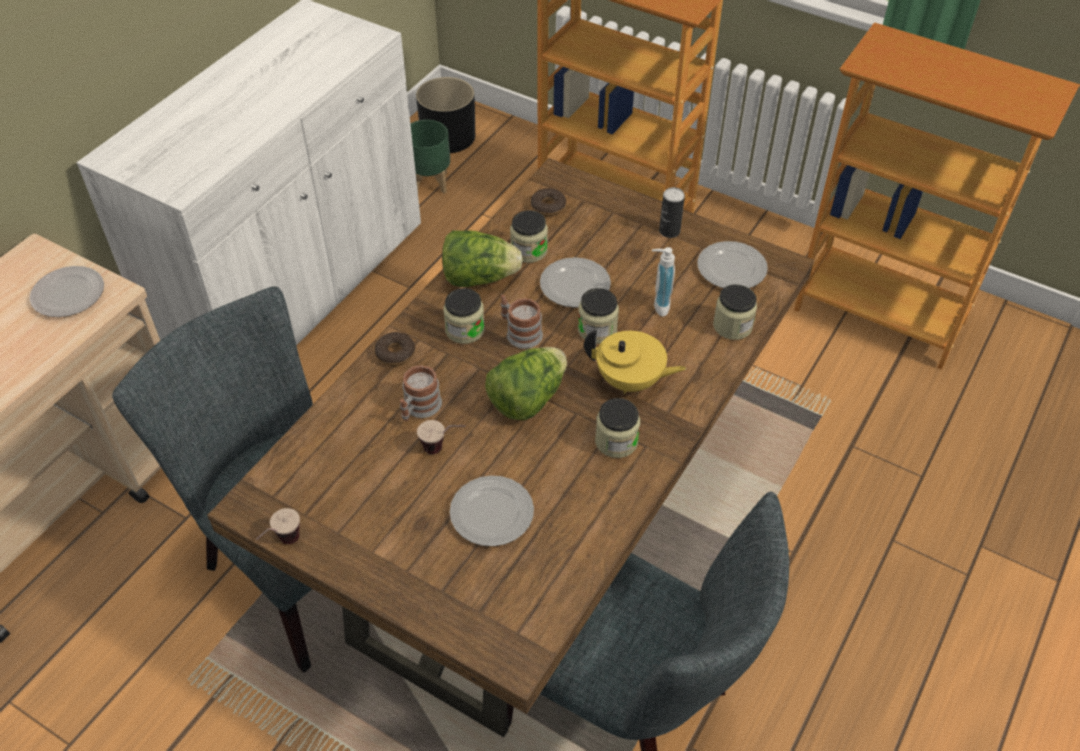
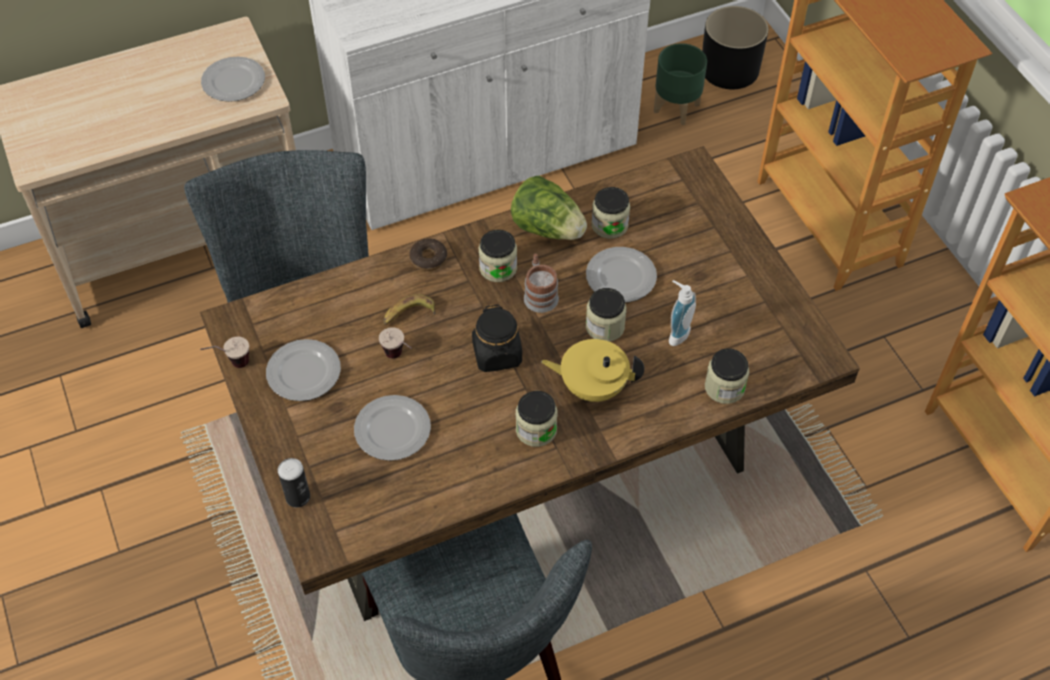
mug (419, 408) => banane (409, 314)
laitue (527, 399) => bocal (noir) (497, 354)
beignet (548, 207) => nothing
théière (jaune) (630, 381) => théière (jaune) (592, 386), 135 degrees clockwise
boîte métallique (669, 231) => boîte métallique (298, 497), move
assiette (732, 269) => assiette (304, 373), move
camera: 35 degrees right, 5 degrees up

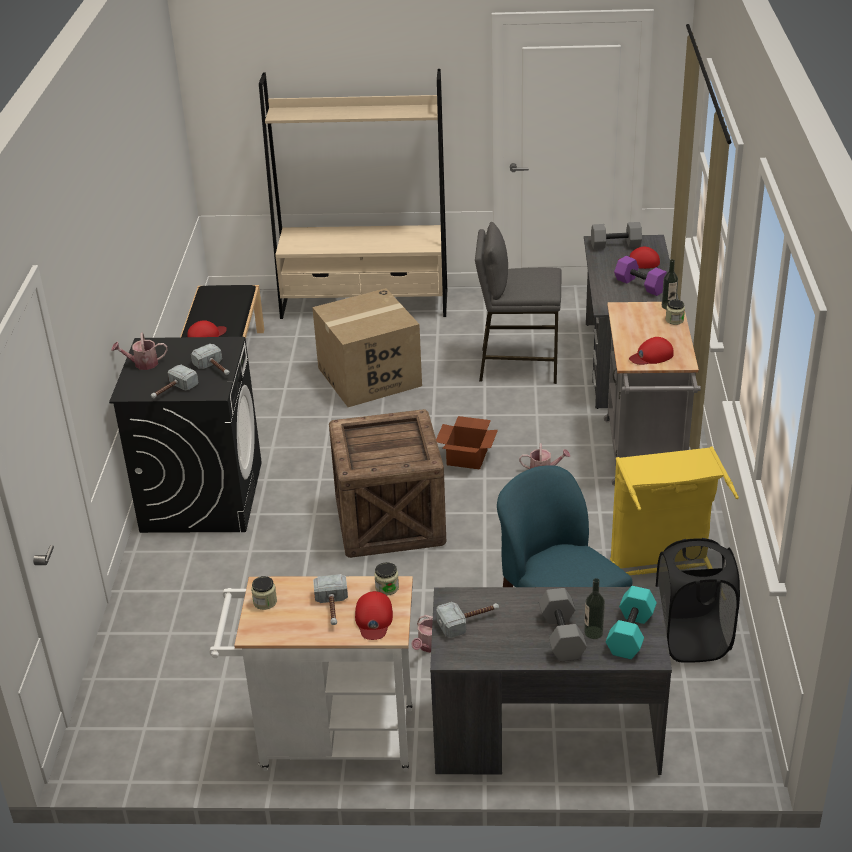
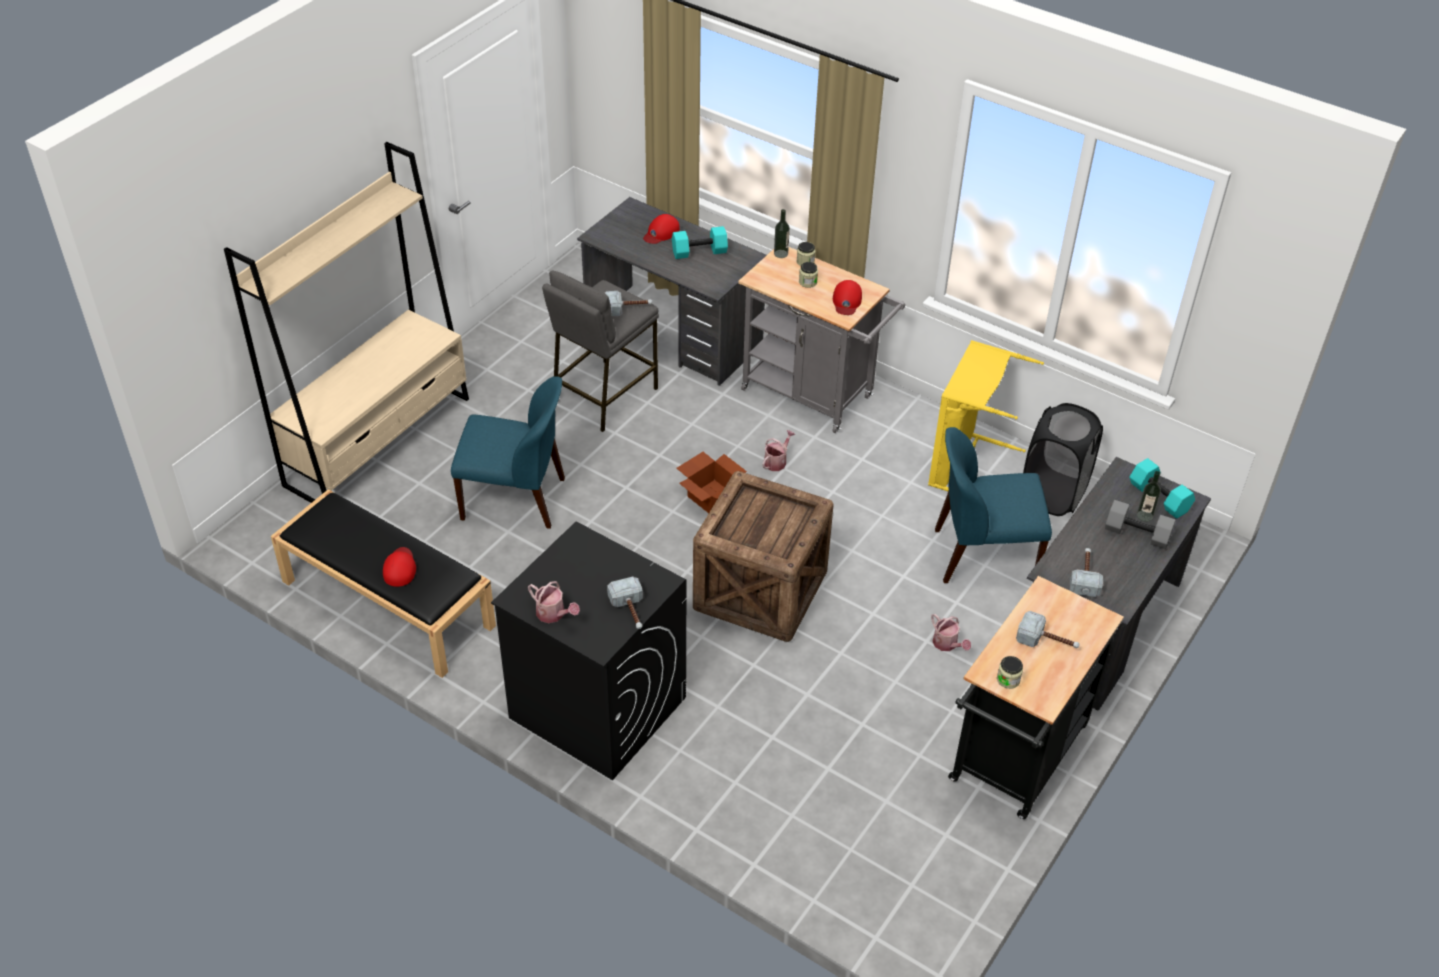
arrosoir (142, 364) => arrosoir (553, 614), 75 degrees counterclockwise
marteau (215, 369) => marteau (627, 308), move
chariot (blanc) (327, 740) => chariot (noir) (1014, 761)
carton (369, 377) => chaise (bleu) (516, 499)
casquette (rouge) (374, 619) => nothing
bocal (387, 588) => bocal (808, 282), move
haltère (gris) (616, 244) => nothing
haltère (violet) (639, 285) => haltère (turquoise) (699, 252)
camera: 60 degrees left, 10 degrees up

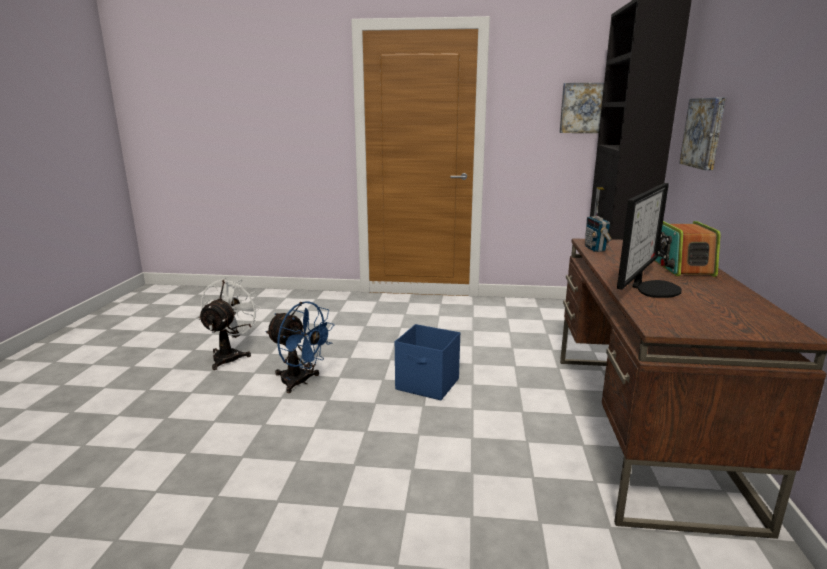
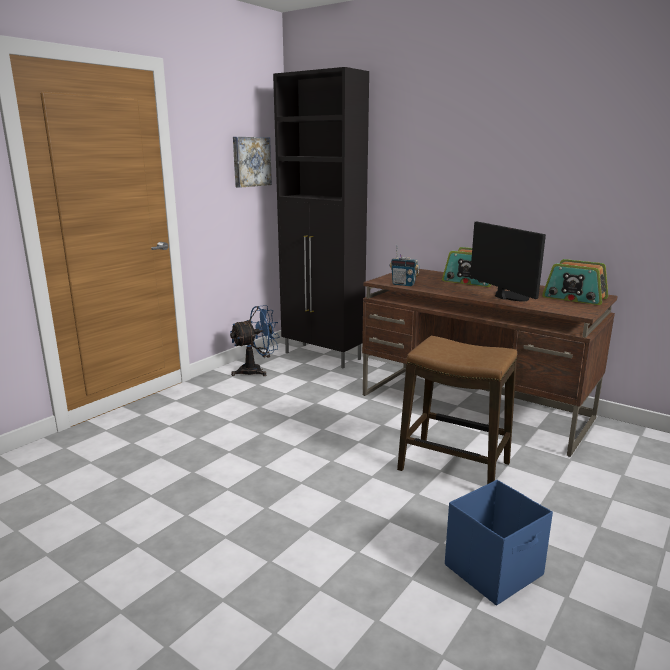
ventilateur (blanc) (230, 356) => nothing
ventilateur (bleu) (301, 382) => ventilateur (bleu) (256, 370), move
boîte de rangement (bleu) (428, 385) => boîte de rangement (bleu) (494, 570), move
tableau (705, 133) => nothing
nothing => tabouret (453, 467)
nothing => radio (574, 298)
camera: 60 degrees left, 0 degrees up

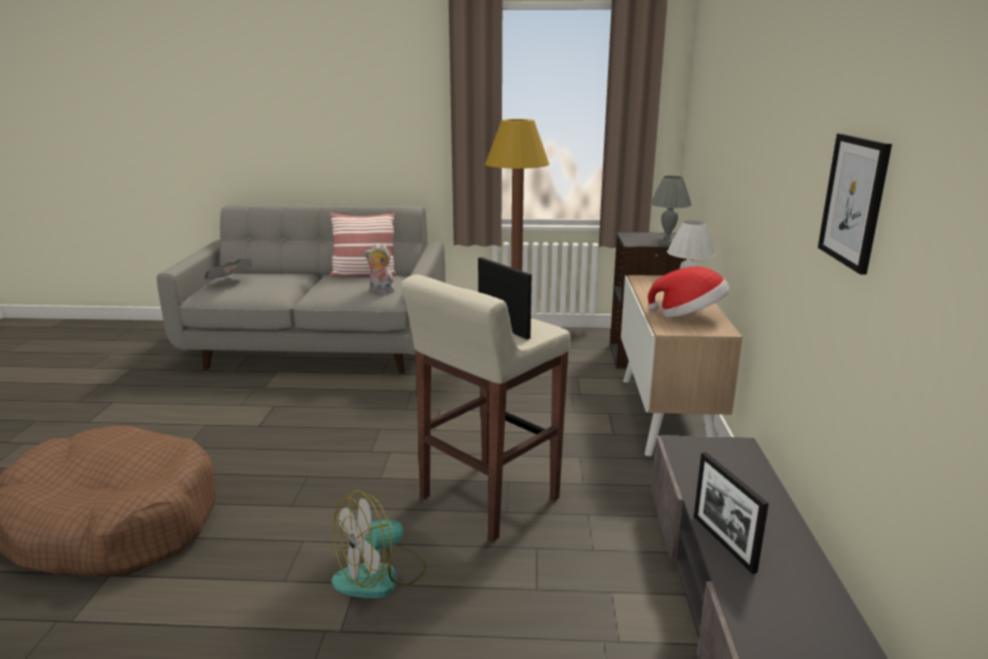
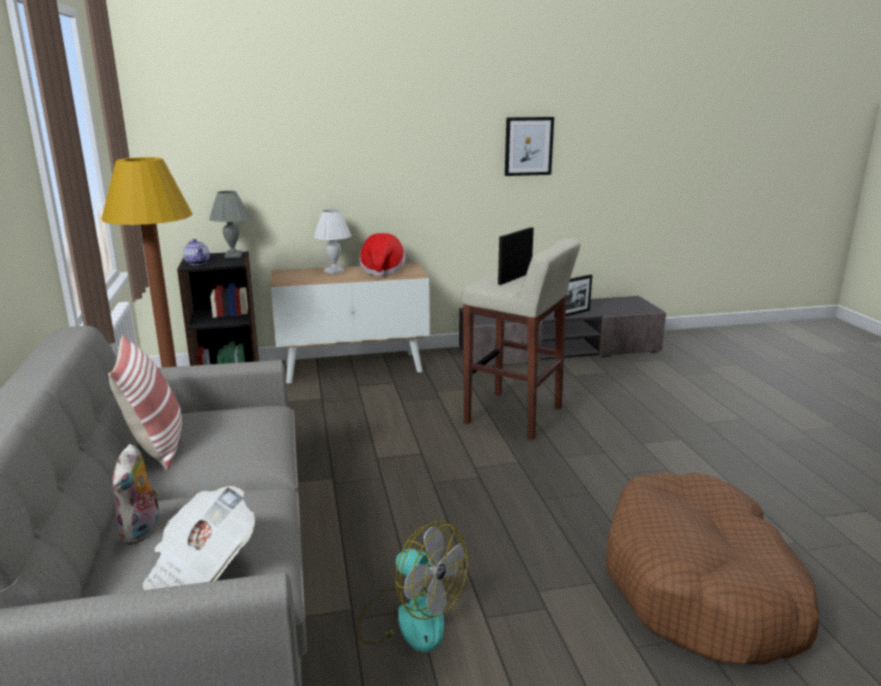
ventilateur (380, 576) => ventilateur (409, 618), move
peluche (380, 291) => peluche (142, 532), move
nothing => théière (197, 263)
camera: 105 degrees left, 0 degrees up

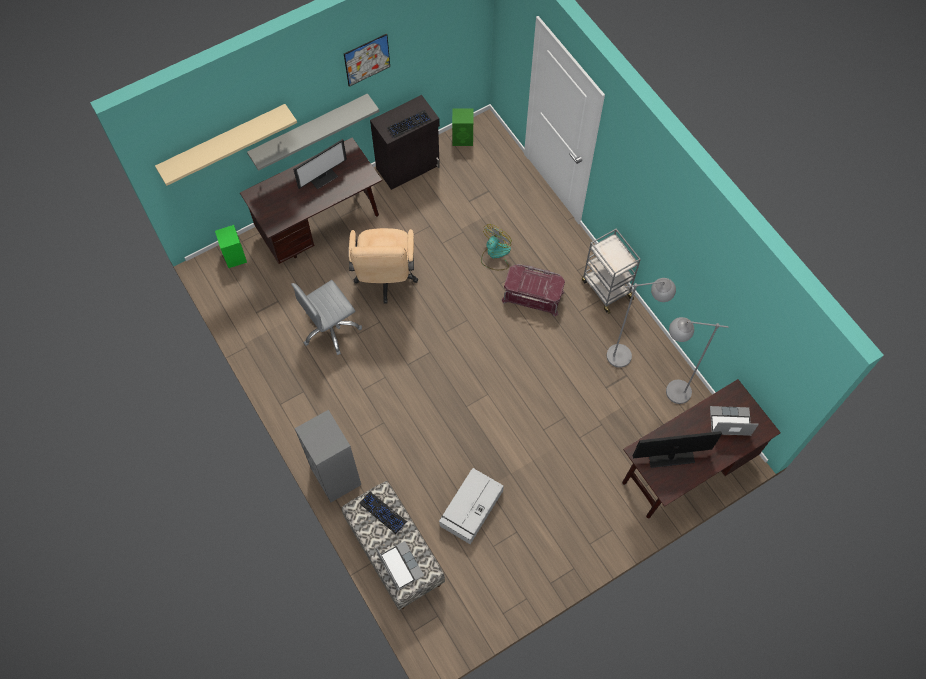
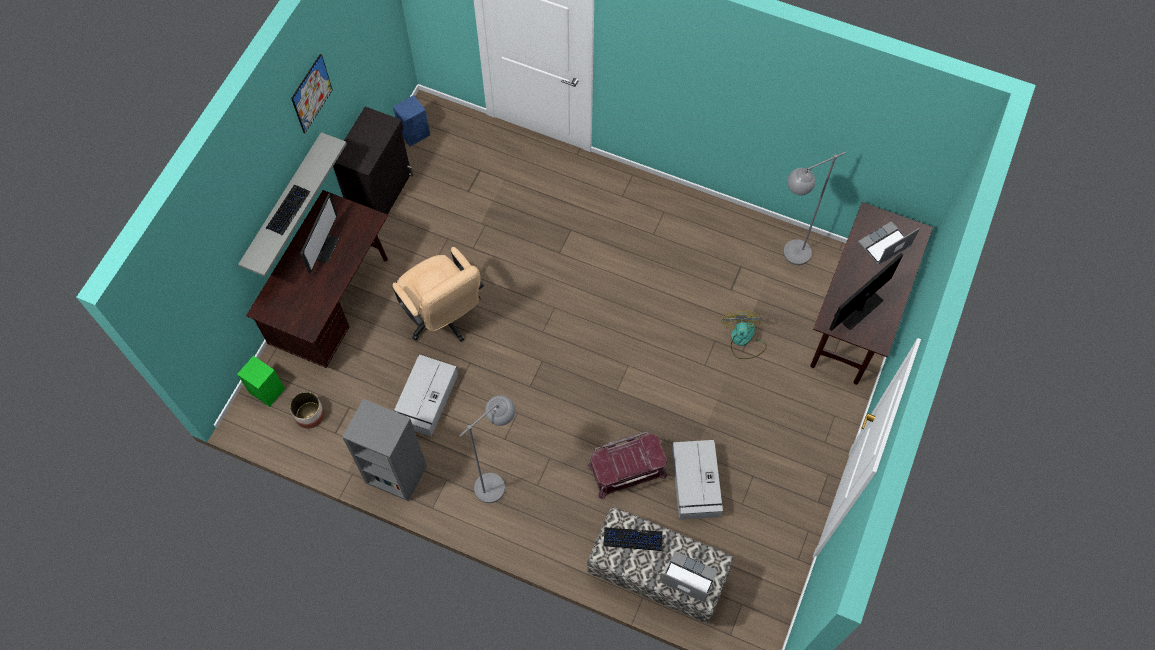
étagère (beige) (223, 141) => nothing
chaise de bureau (gris) (331, 328) => boîte de rangement (gris) (426, 400)
bibliothèque (gris) (335, 476) => bibliothèque (gris) (395, 474), move
clavier (409, 124) => clavier (288, 210), move
enceinte (vert) (463, 138) => enceinte (bleu) (415, 133)
ventilateur (495, 254) => ventilateur (743, 340), move
boîte de rangement (rouge) (533, 295) => boîte de rangement (rouge) (627, 469), move
chariot (gris) (606, 288) => nothing
lampadaire (gris) (628, 354) => lampadaire (gris) (498, 480), move
nothing => cache-pot (310, 415)
camera: 35 degrees left, 0 degrees up

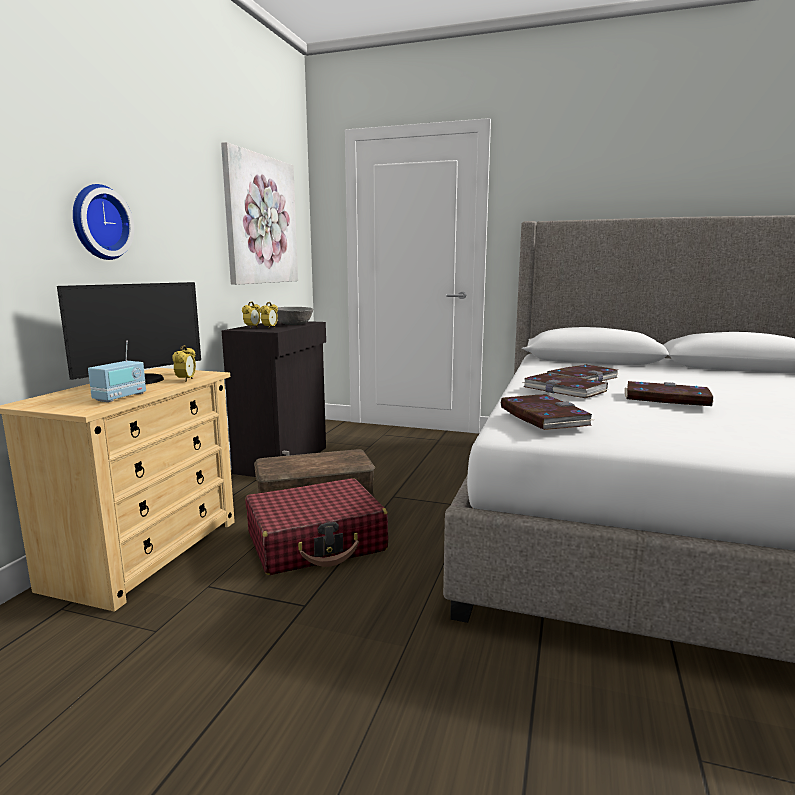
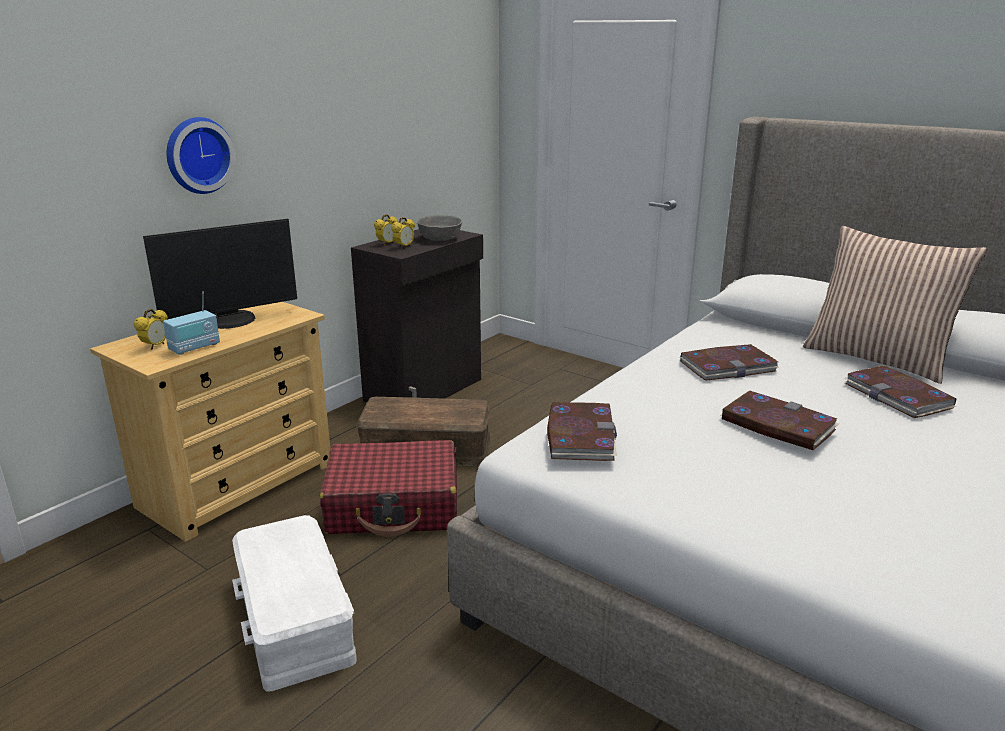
réveil (186, 380) => réveil (155, 346), move
tableau (261, 220) => nothing
livre (564, 389) => livre (898, 396), move
nothing => boîte de rangement (blanc) (292, 618)
nothing => coussin (877, 358)
camera: 20 degrees right, 10 degrees up

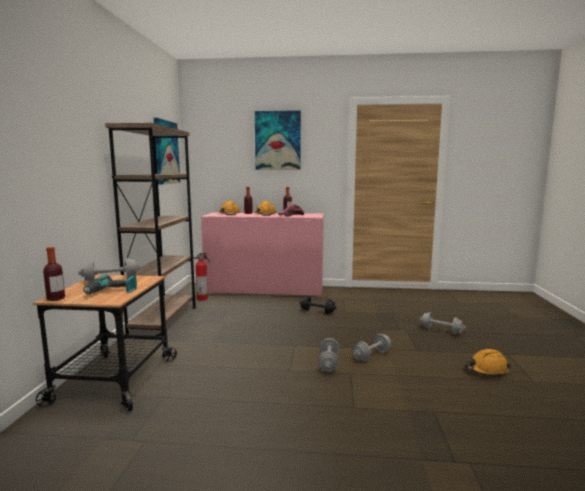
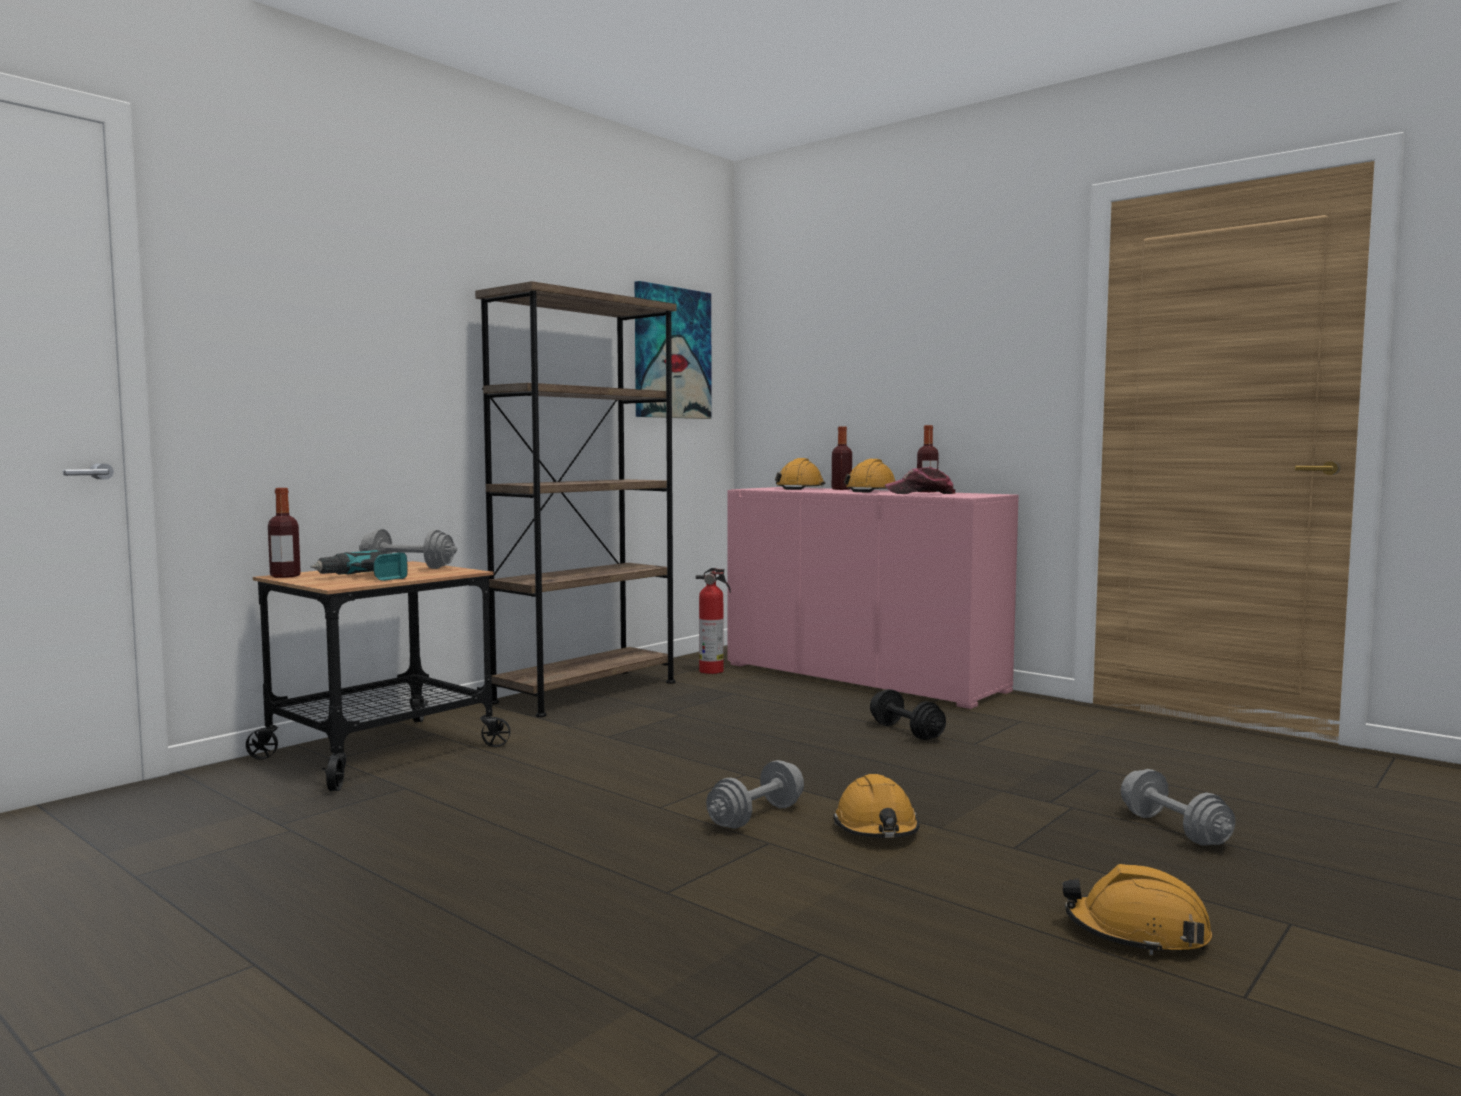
tableau (278, 140) => nothing
haltère (gris) (371, 355) => casque de chantier (orange) (876, 828)
camera: 35 degrees right, 5 degrees down

